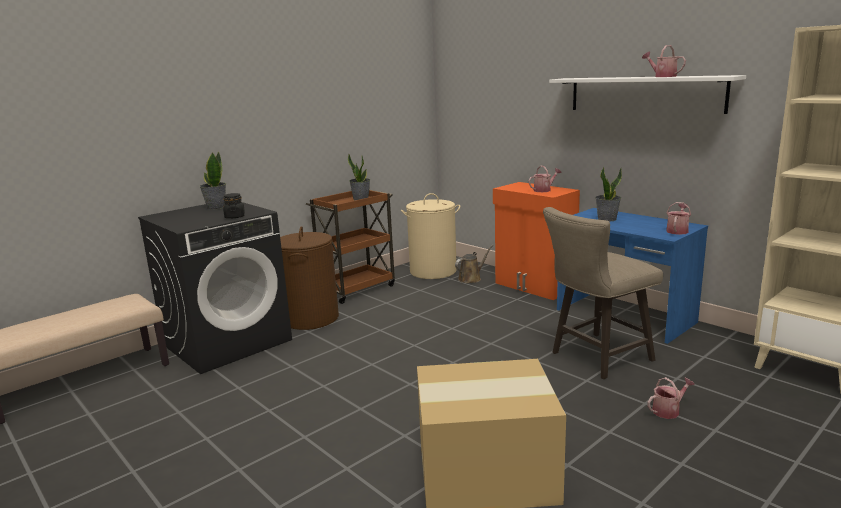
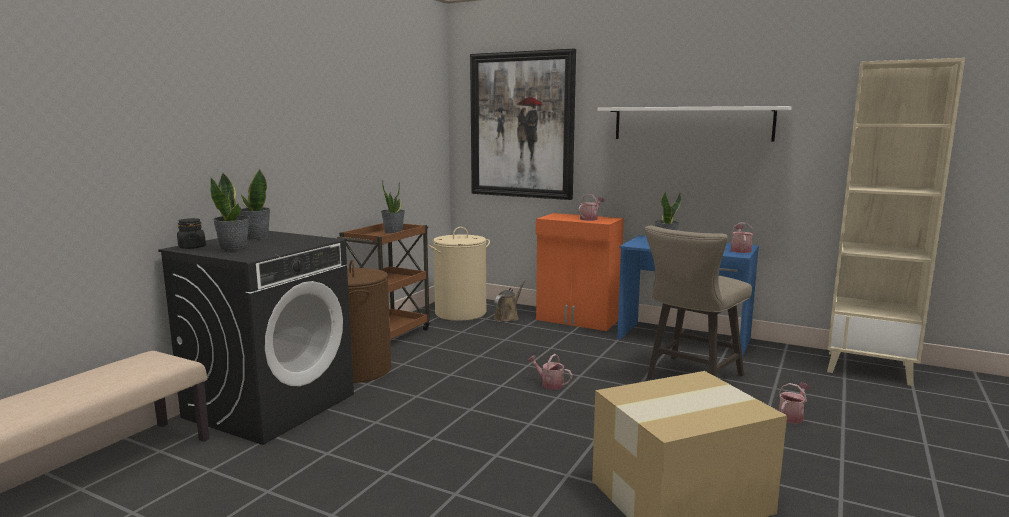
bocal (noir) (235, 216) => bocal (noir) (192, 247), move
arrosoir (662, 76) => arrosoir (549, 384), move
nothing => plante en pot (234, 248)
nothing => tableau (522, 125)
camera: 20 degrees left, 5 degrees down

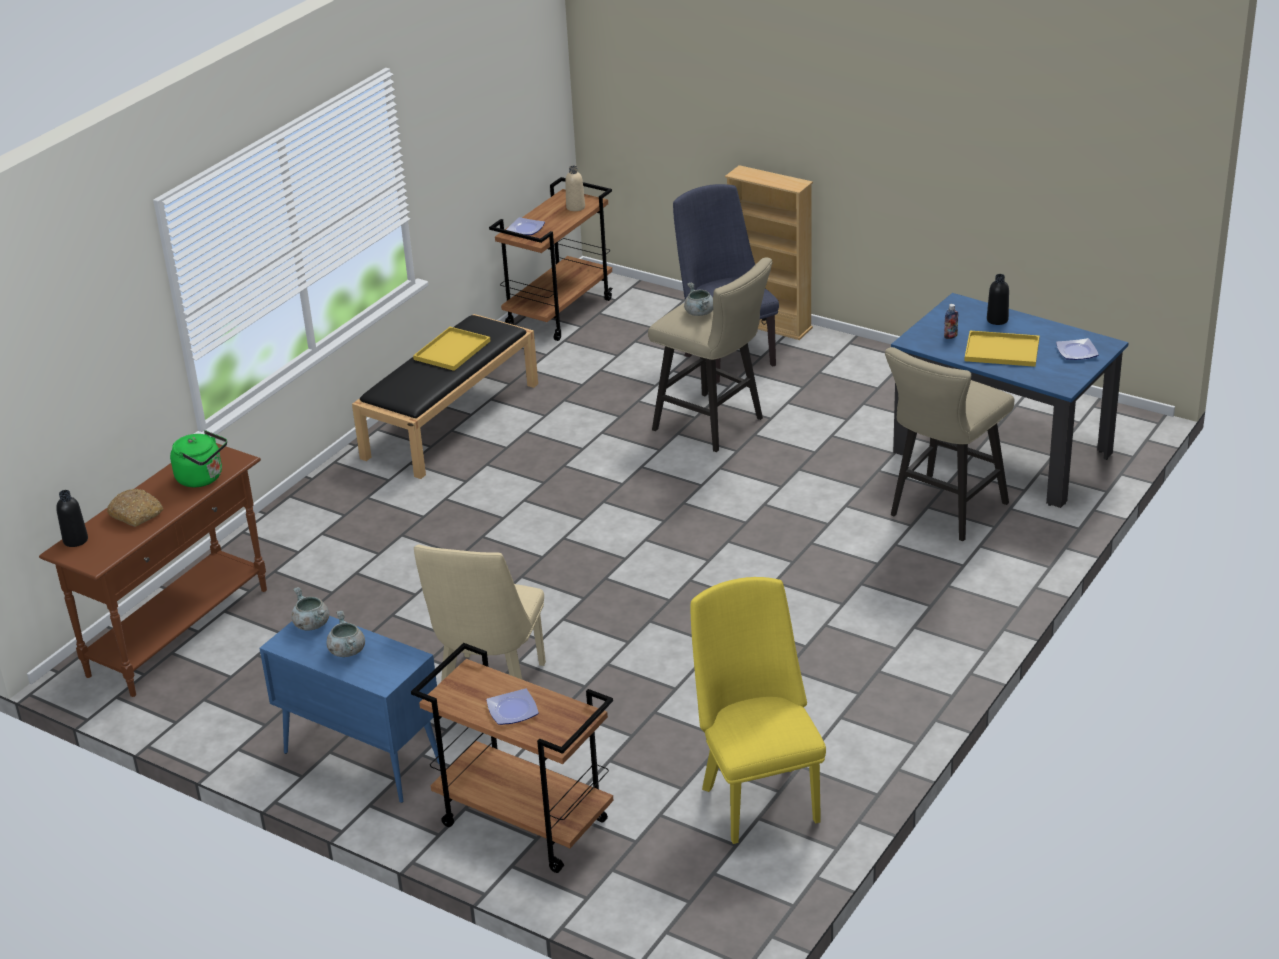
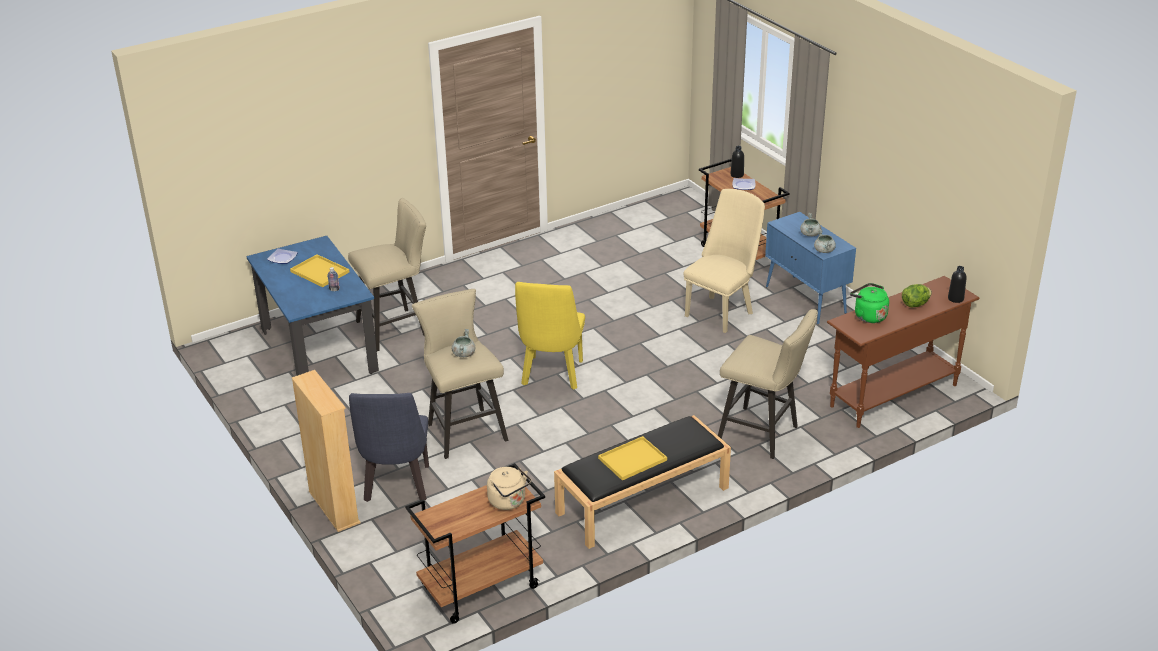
pain (136, 514) => laitue (915, 304)
assiette (525, 229) => bouilloire (beige) (509, 502)
bouteille (beige) (575, 207) => nothing
chaise (jaune) (757, 797) => chaise (jaune) (552, 376), move
bouteille (noir) (997, 320) => bouteille (noir) (737, 175), move
nothing => tabouret (beige) (763, 435)
camera: 155 degrees left, 0 degrees up

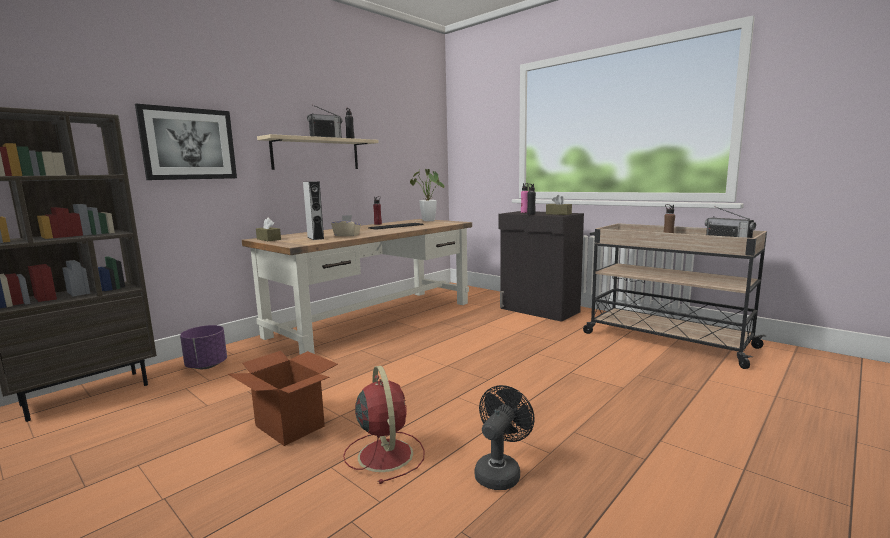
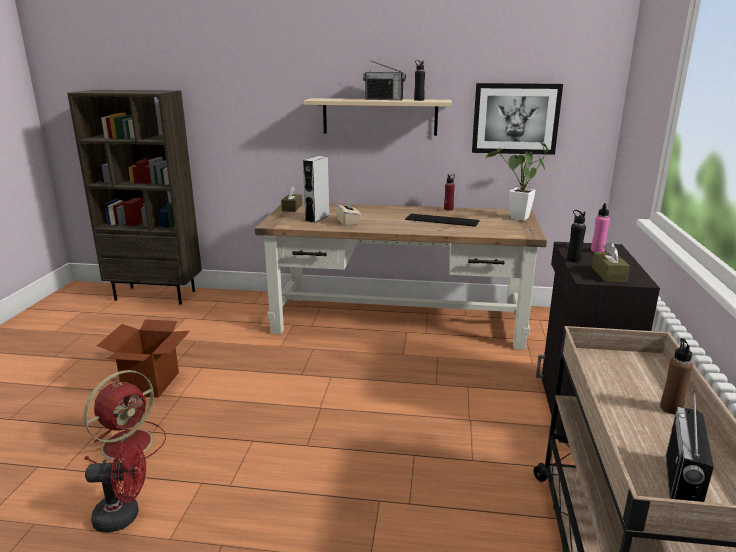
tableau (189, 144) => tableau (515, 118), move
cache-pot (violet) (206, 366) => nothing
ventilateur (noir) (500, 471) => ventilateur (rouge) (124, 516)
camera: 55 degrees right, 10 degrees up

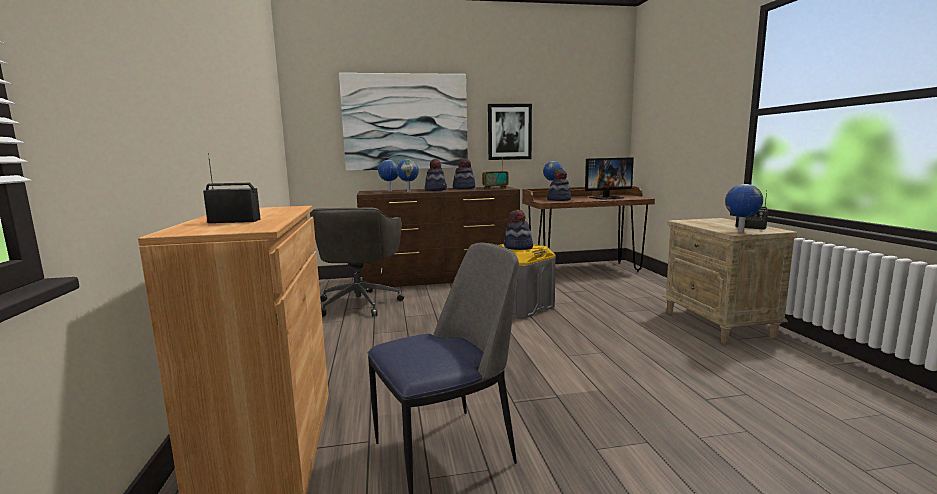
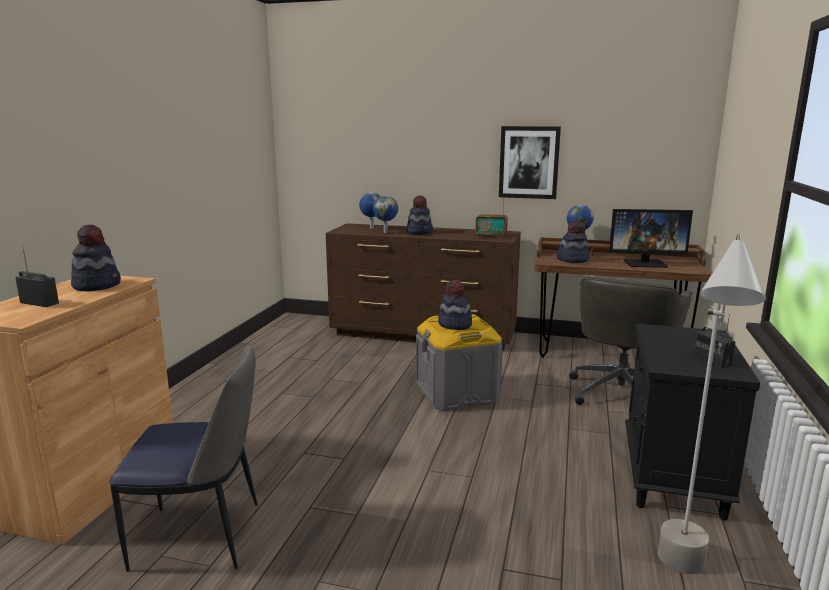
chaise de bureau (gris) (360, 303) => chaise de bureau (gris) (621, 392), move
tableau (405, 122) => nothing
chapeau (464, 188) => chapeau (97, 285), move
table de chevet (beige) (719, 324) => table de chevet (noir) (673, 478)
globe (740, 232) => nothing
nothing => lampadaire (gris) (682, 583)
camera: 25 degrees right, 5 degrees up

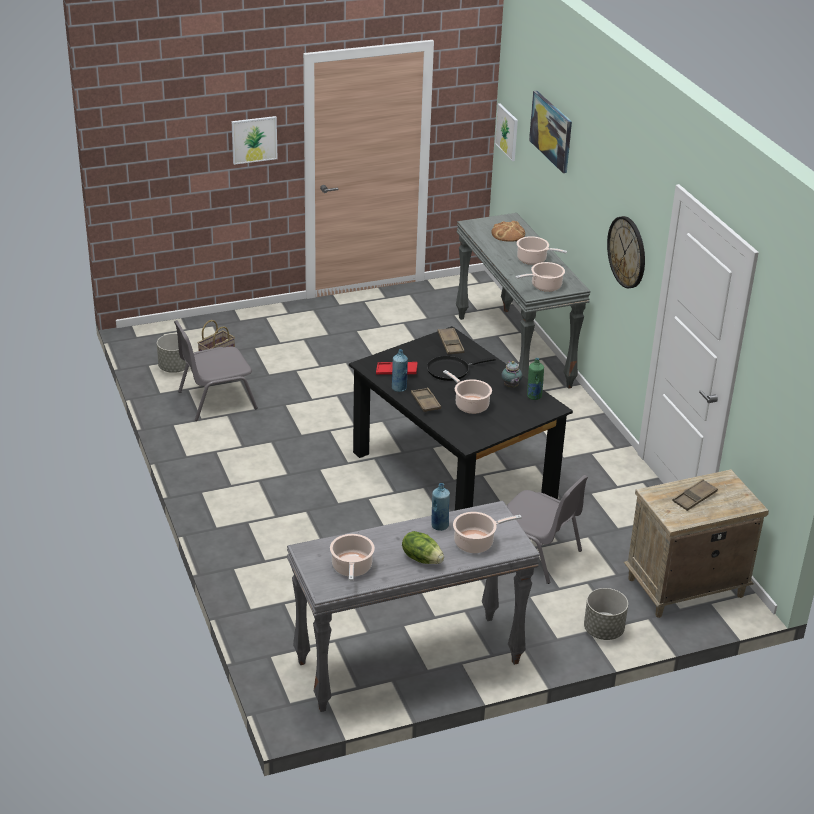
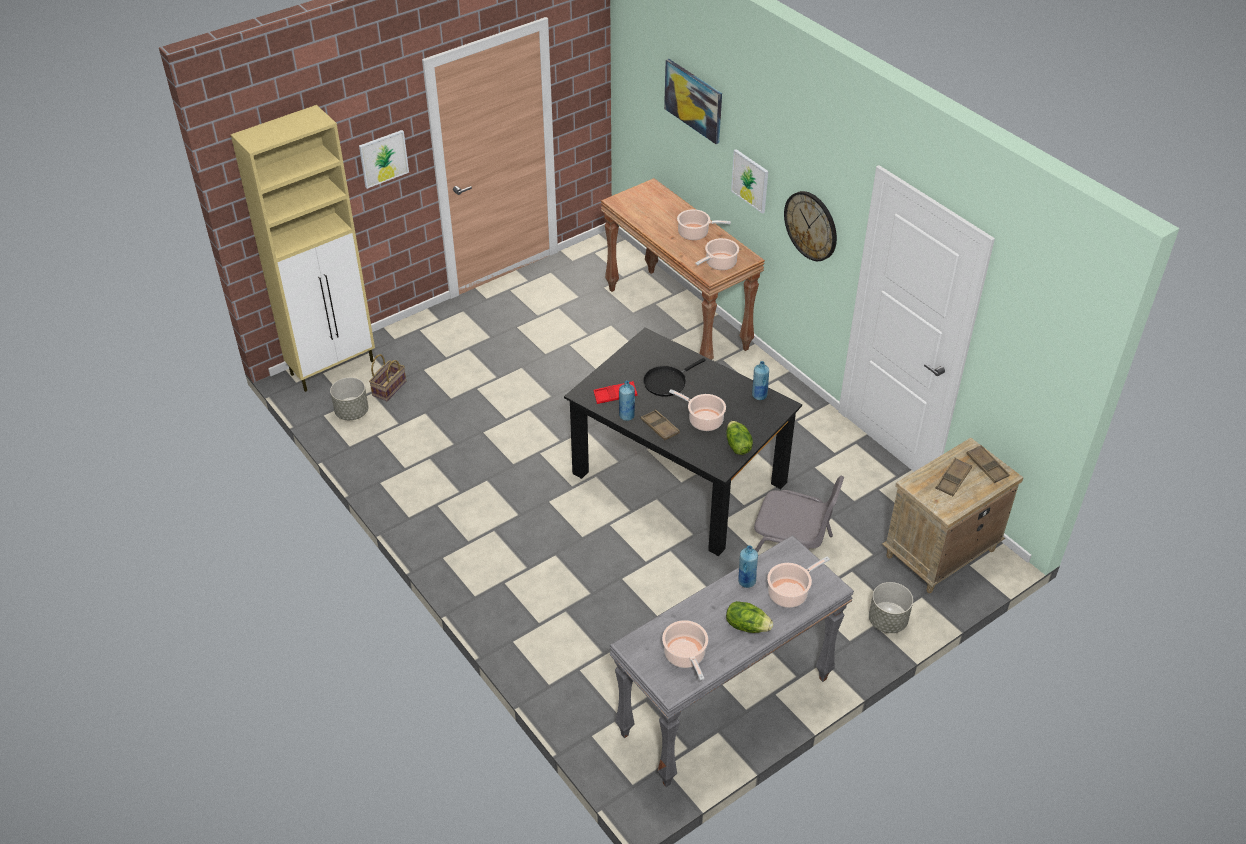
chaise (gris) (215, 400) => nothing
plateau (marron) (450, 344) => plateau (marron) (987, 466), move
table console (gris) (514, 352) => table console (marron) (678, 319)
pain (508, 234) => nothing
tableau (507, 132) => tableau (750, 180), move
théière (511, 387) => nothing
bouteille (vert) (534, 396) => bouteille (bleu) (759, 396)
nothing => meuble de rangement (beige) (333, 367)
nothing => laitue (737, 446)
camera: 15 degrees left, 10 degrees up

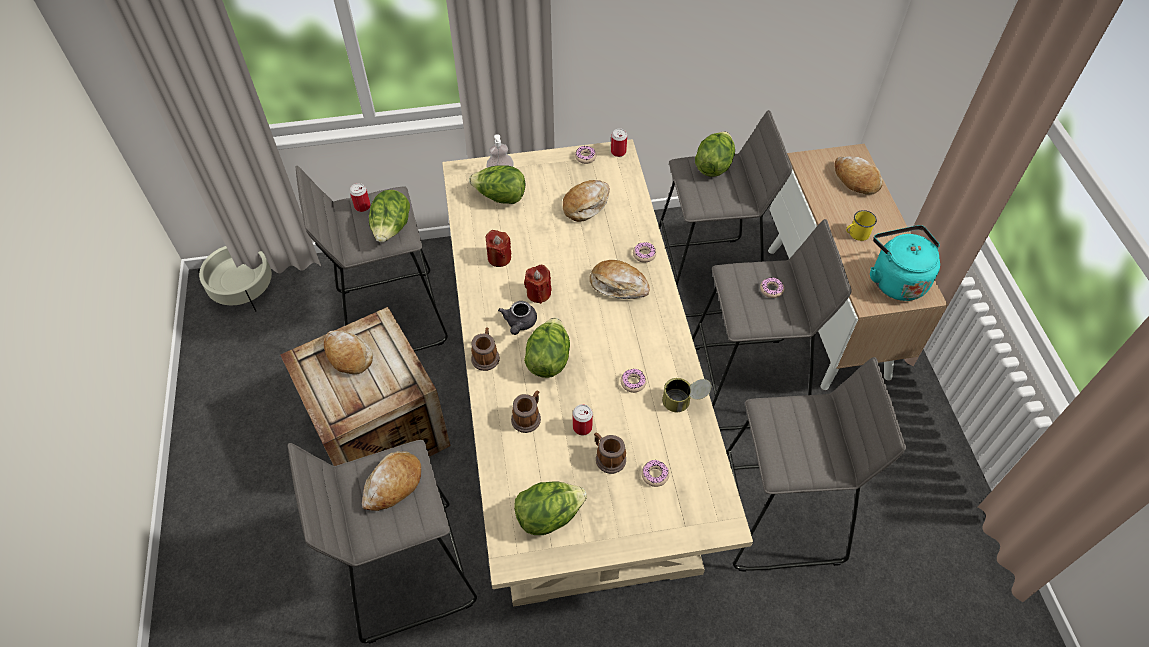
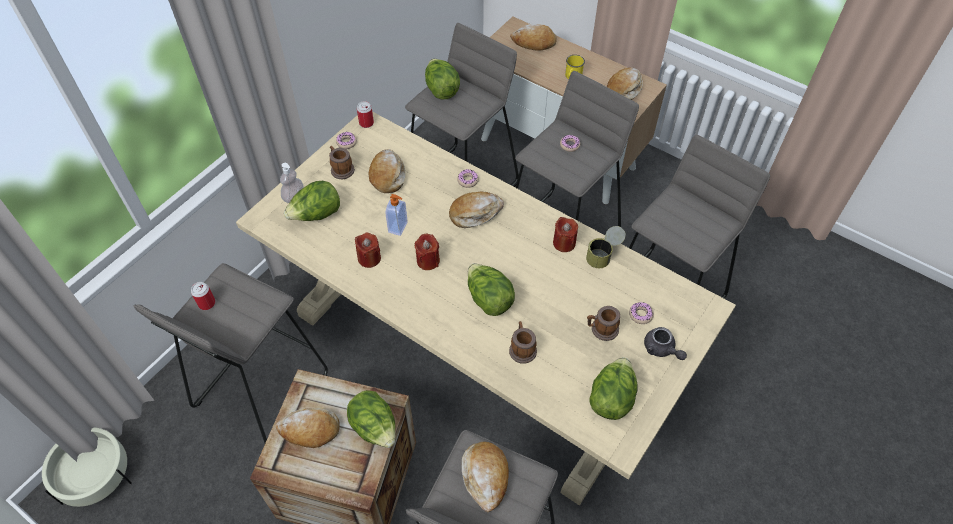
laitue (392, 229) => laitue (375, 427), move
mug (486, 356) => mug (341, 169), move
théière (gris) (519, 324) => théière (gris) (661, 349), move
boîte métallique (582, 427) => nothing
beignet (633, 382) => nothing
bouilloire (turquoise) (895, 279) => pain (624, 89)
nothing => distributeur de savon (398, 227)
nothing => bougie (rouge) (564, 243)
camera: 45 degrees left, 0 degrees up

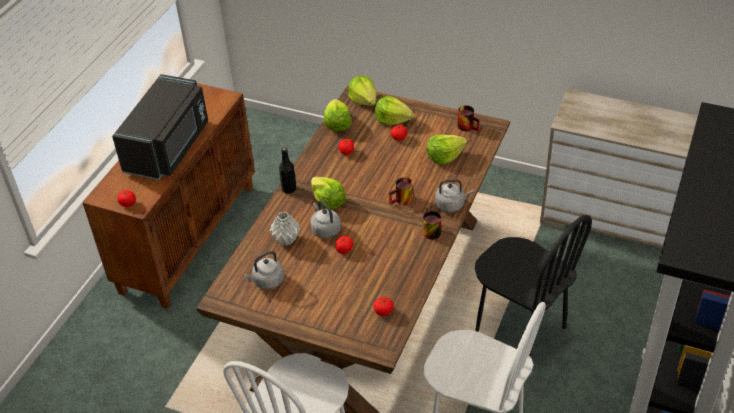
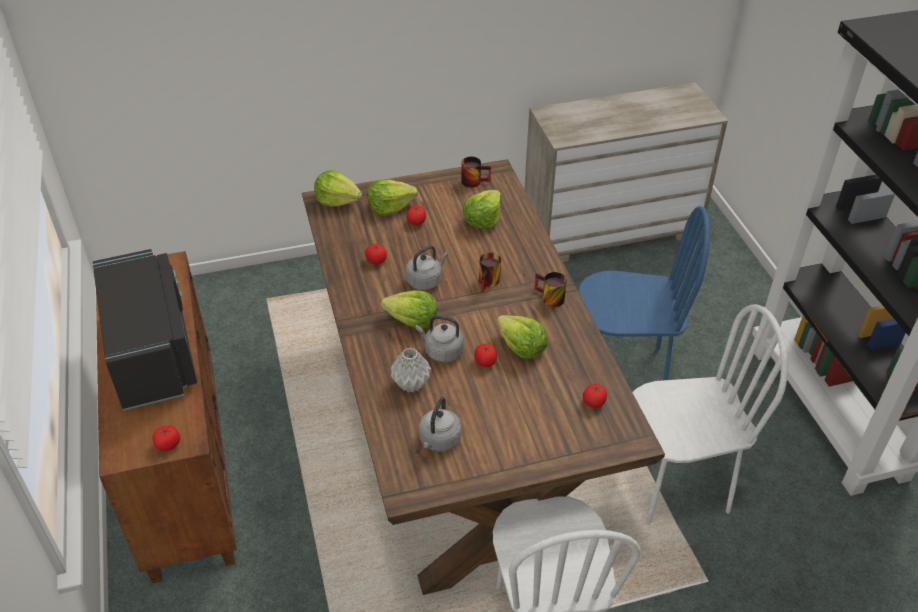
bouteille (noir) (289, 189) => nothing
laitue (337, 124) => laitue (521, 347), move
bouilloire (gris) (451, 205) => bouilloire (gris) (425, 280), move
chaise (noir) (520, 329) => chaise (bleu) (623, 372)
camera: 40 degrees left, 0 degrees up

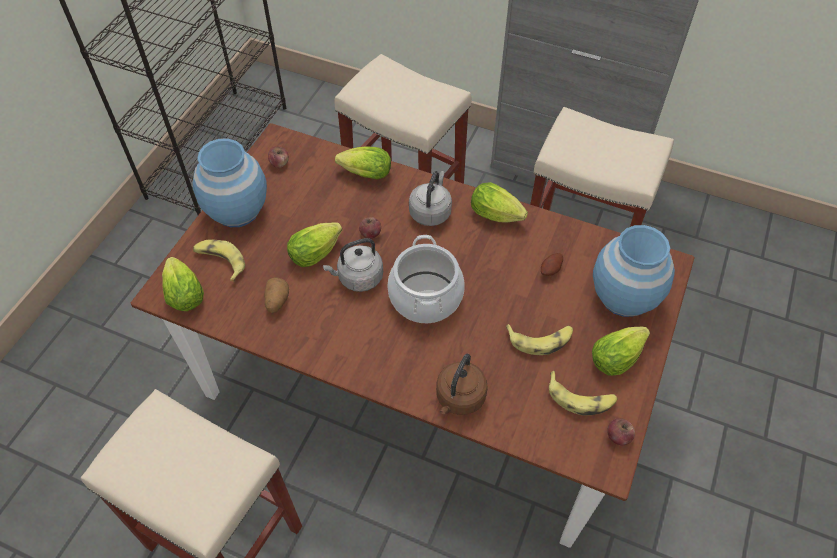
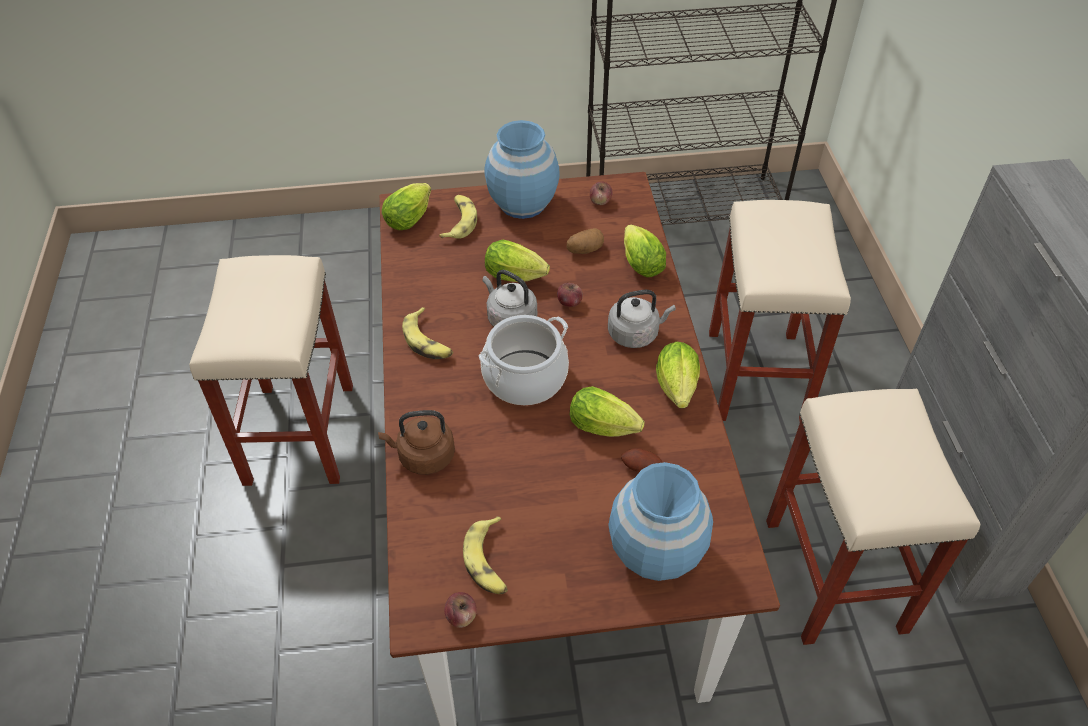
pomme de terre (277, 301) => pomme de terre (585, 250), move
banane (540, 339) => banane (428, 341), move
laitue (618, 357) => laitue (606, 428), move
camera: 60 degrees right, 5 degrees down

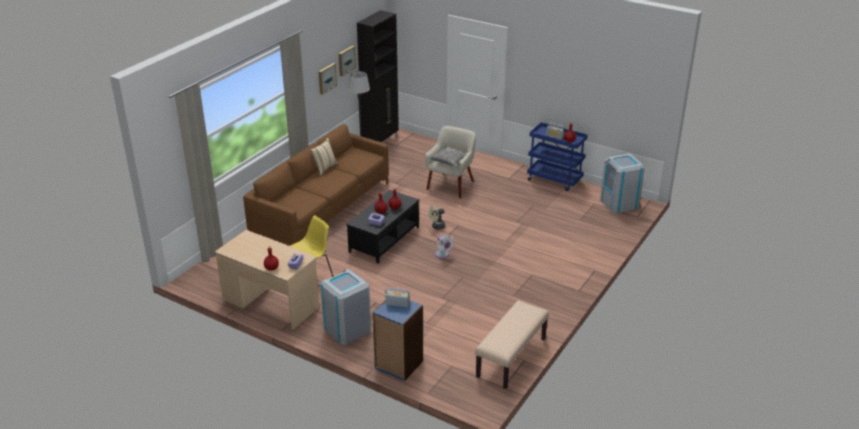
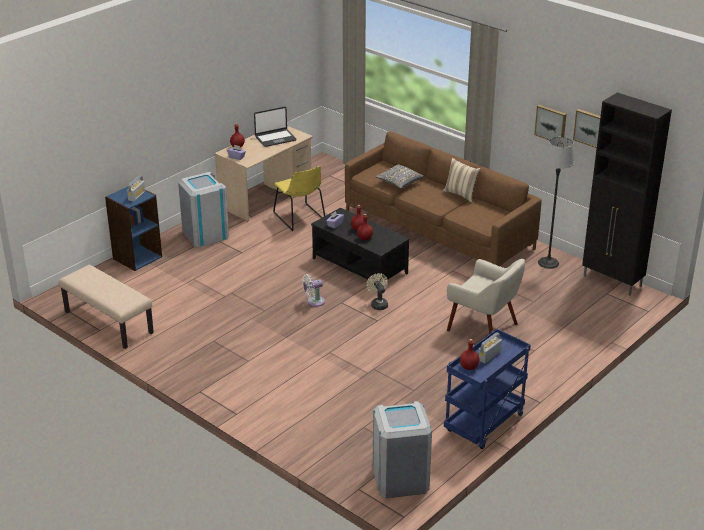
coussin (gris) (449, 161) => coussin (gris) (399, 183), move
nothing => ordinateur portable (275, 138)
camera: 100 degrees right, 0 degrees up

